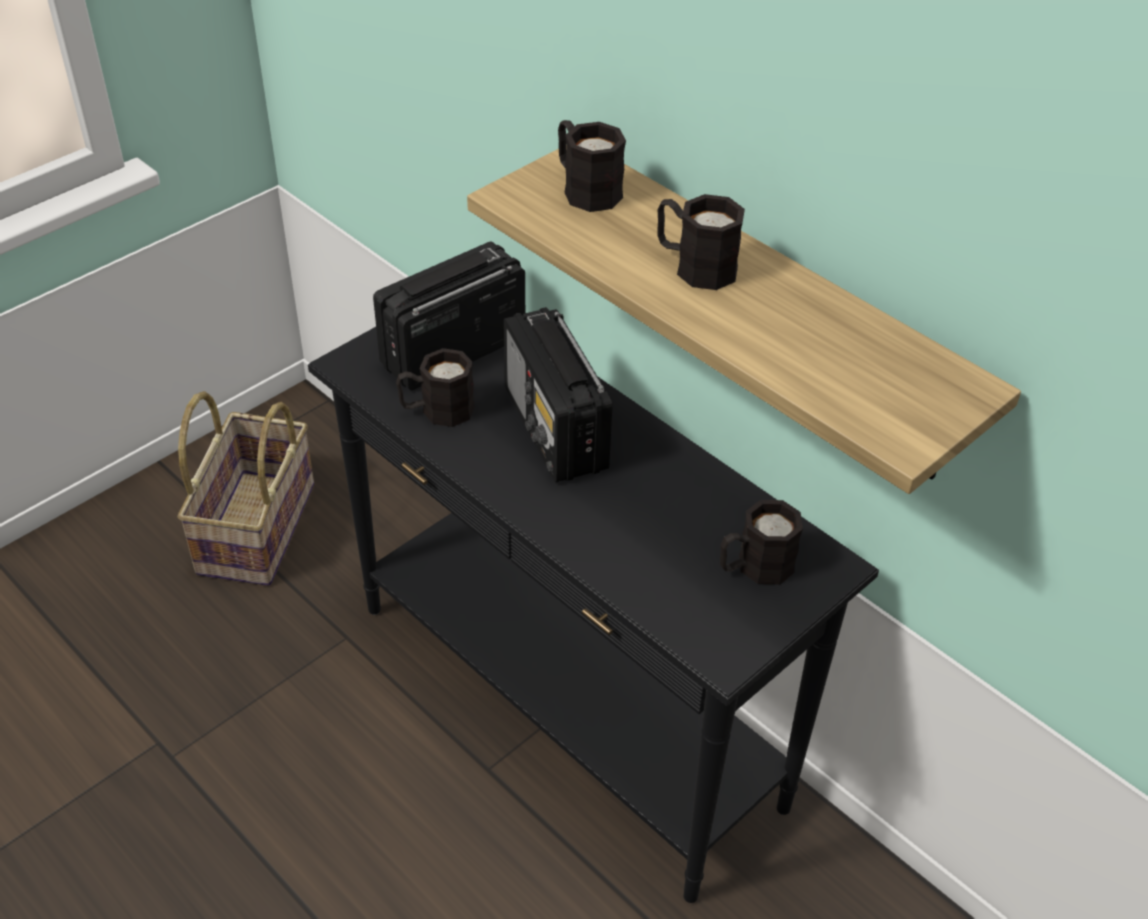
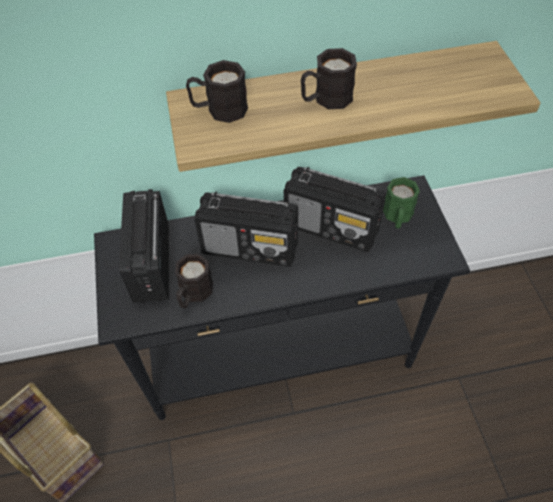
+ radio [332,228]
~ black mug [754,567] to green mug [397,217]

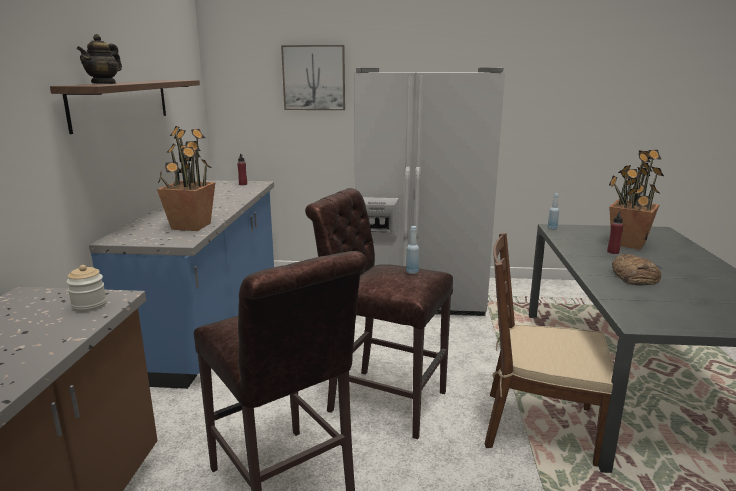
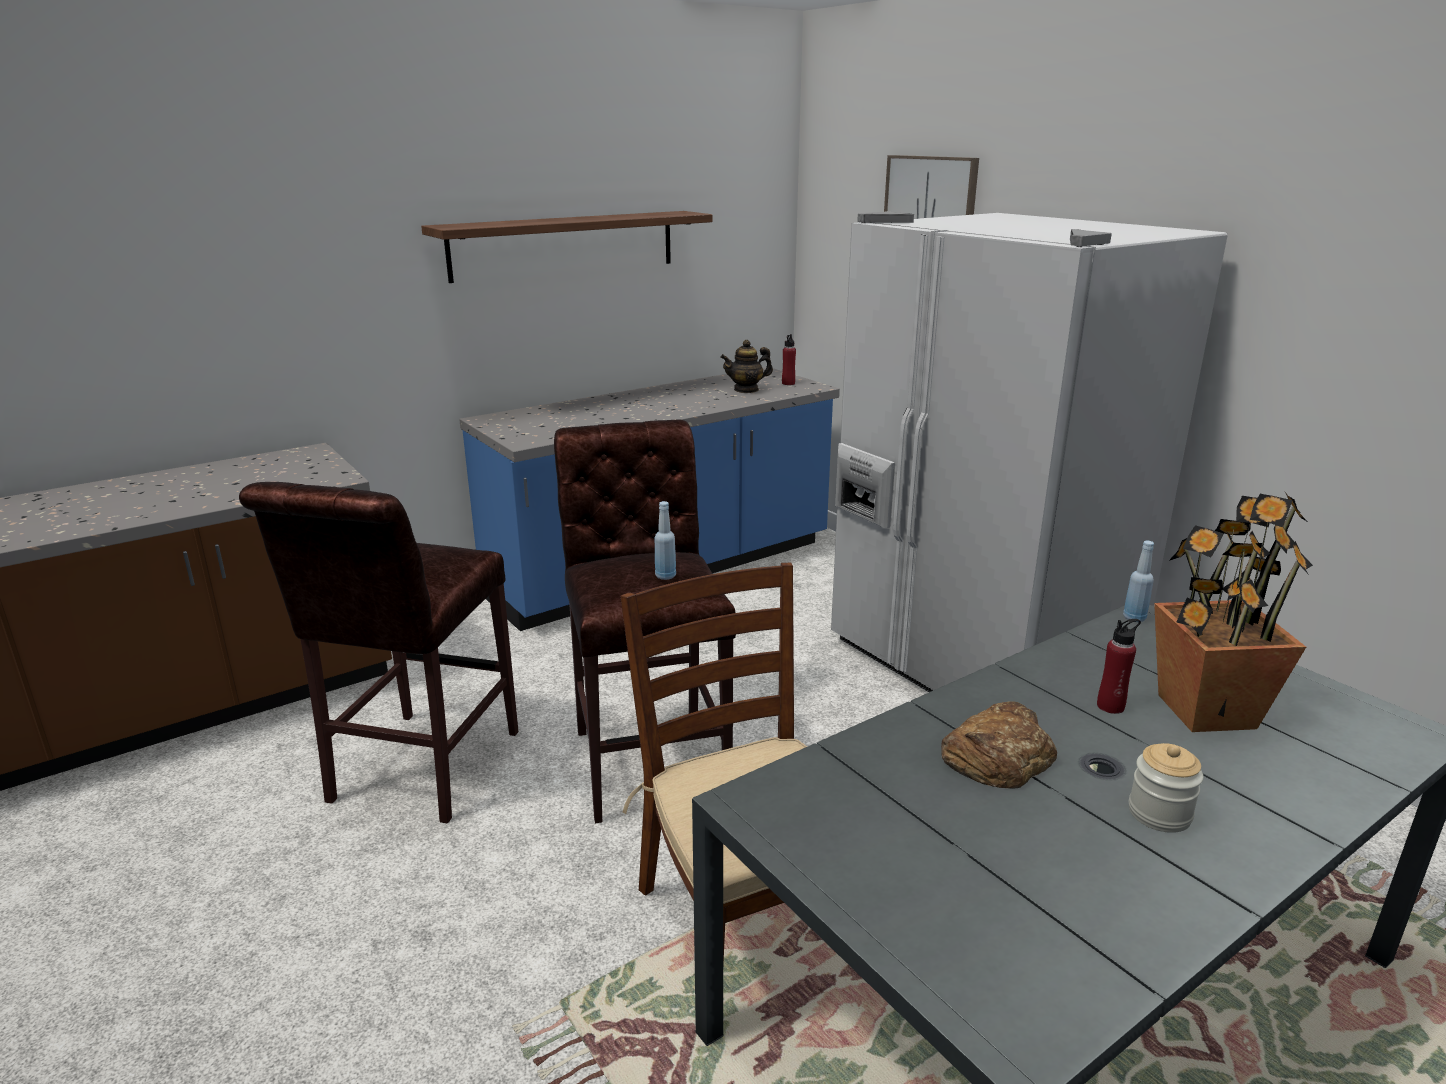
~ teapot [104,83] to [746,390]
~ jar [89,306] to [1159,814]
- potted plant [191,226]

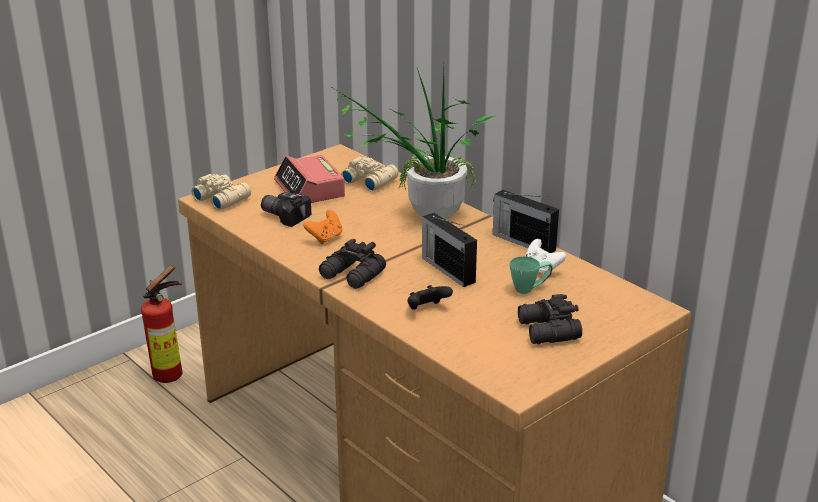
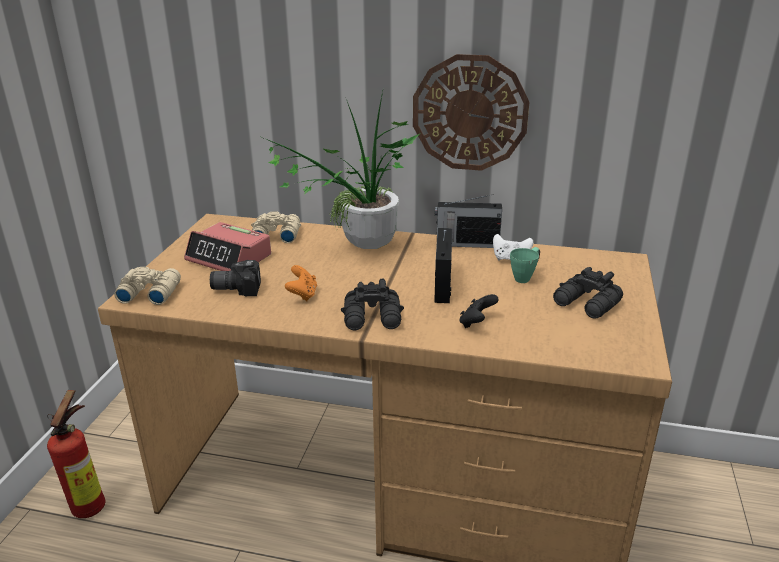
+ wall clock [469,113]
~ radio [447,269] = [443,284] 75 degrees clockwise

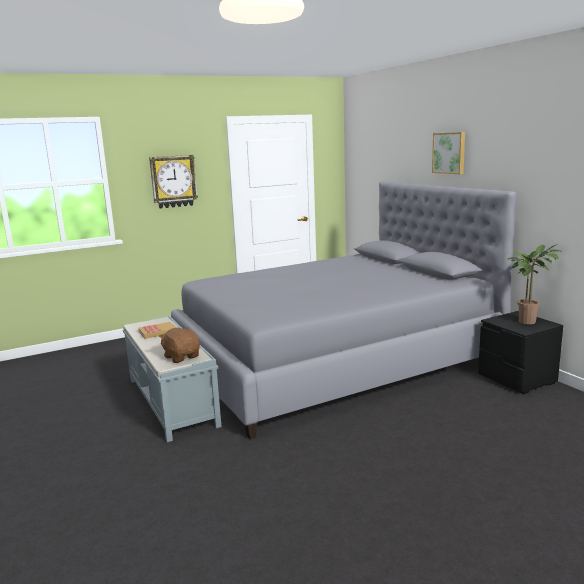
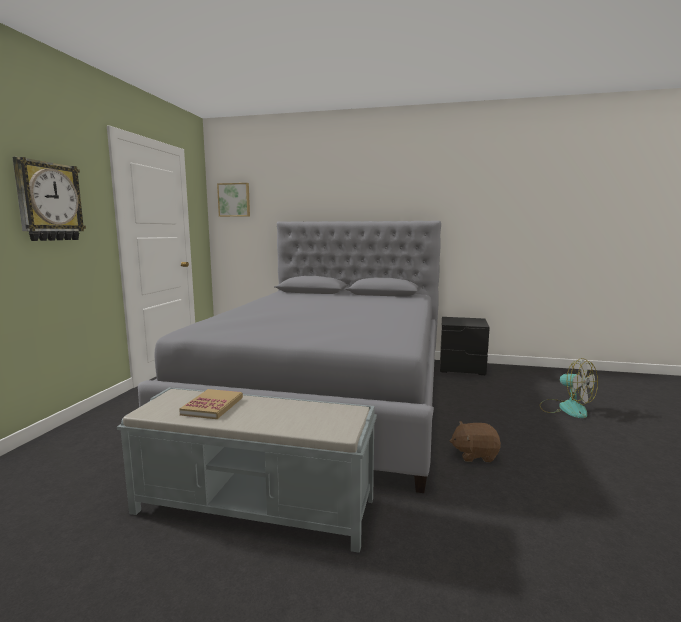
~ picture [449,153] to [234,200]
~ brown plush toy [182,357] to [474,454]
+ fan [565,408]
- potted plant [528,320]

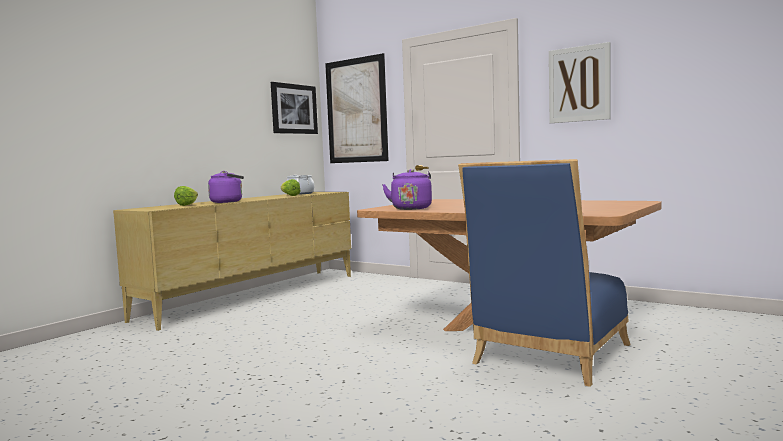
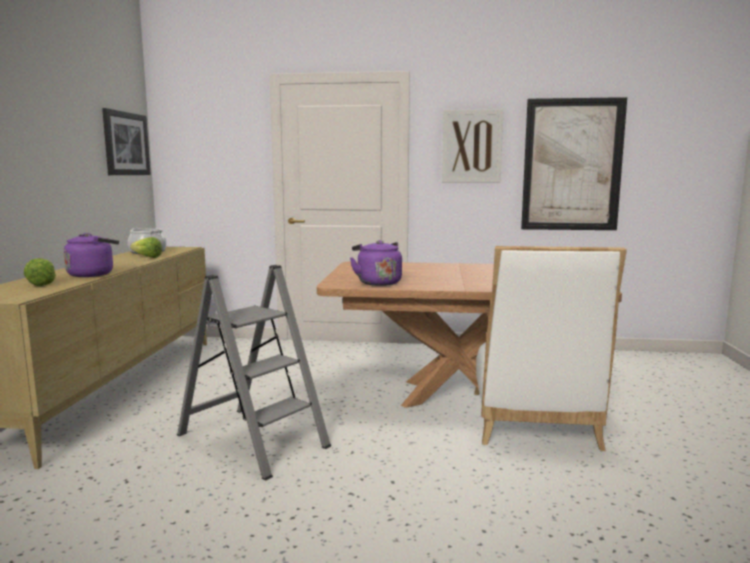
+ grey step ladder [251,439]
~ blue chair [548,357] to white chair [533,423]
~ picture [356,110] to [572,165]

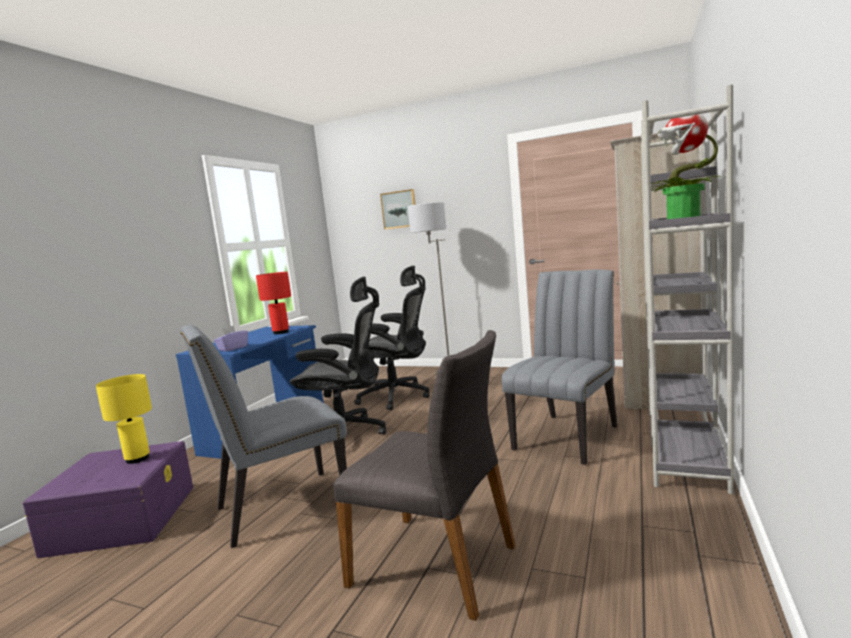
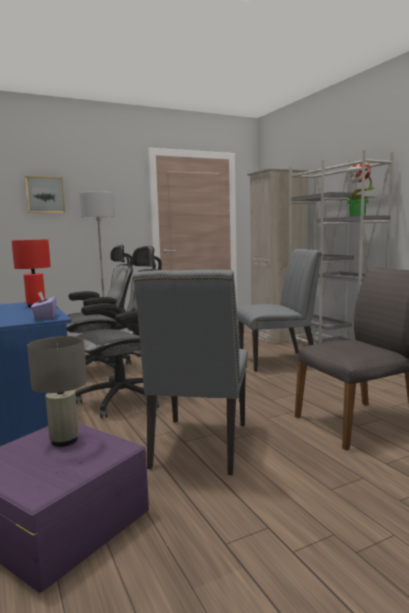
~ yellow table lamp [138,459] to grey table lamp [65,440]
~ grey chair [566,438] = [277,361] 90 degrees clockwise

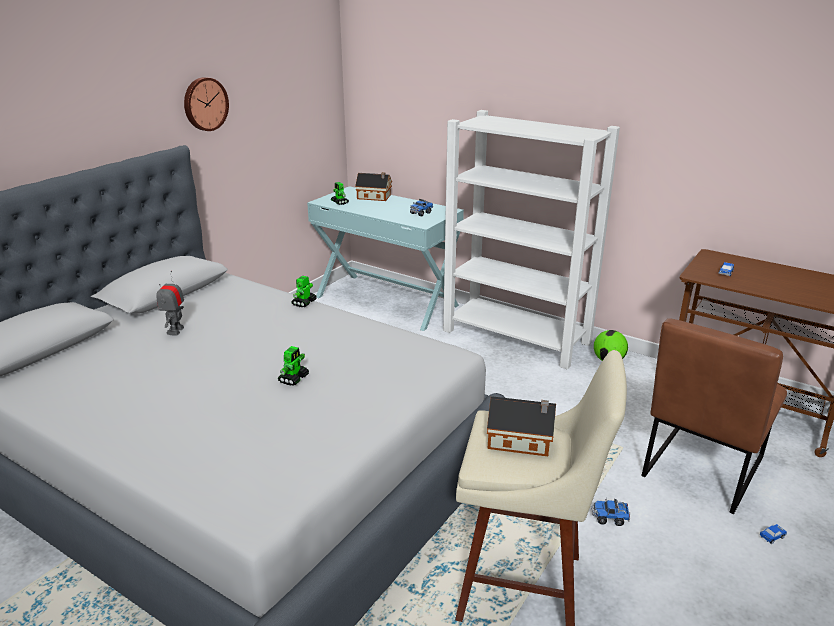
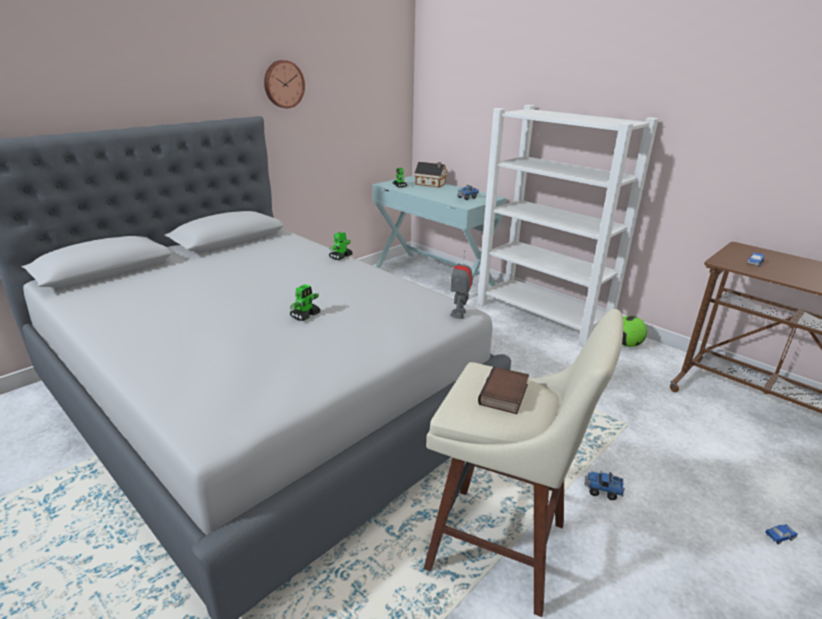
~ toy robot [175,331] to [459,314]
~ toy house [522,441] to book [505,395]
- brown chair [701,468]

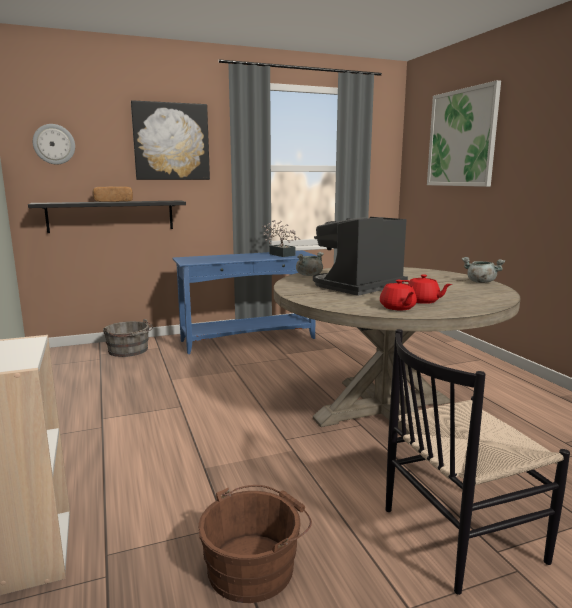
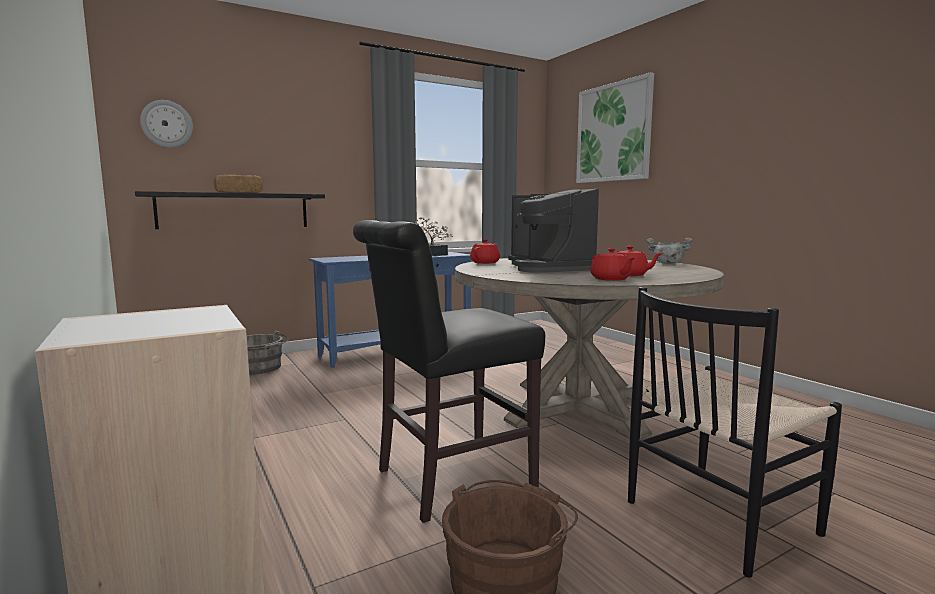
+ black chair [447,480]
~ grey cooking pot [309,275] to red teapot [485,262]
~ coffee machine [358,286] = [549,268] 60 degrees counterclockwise
- picture [171,142]

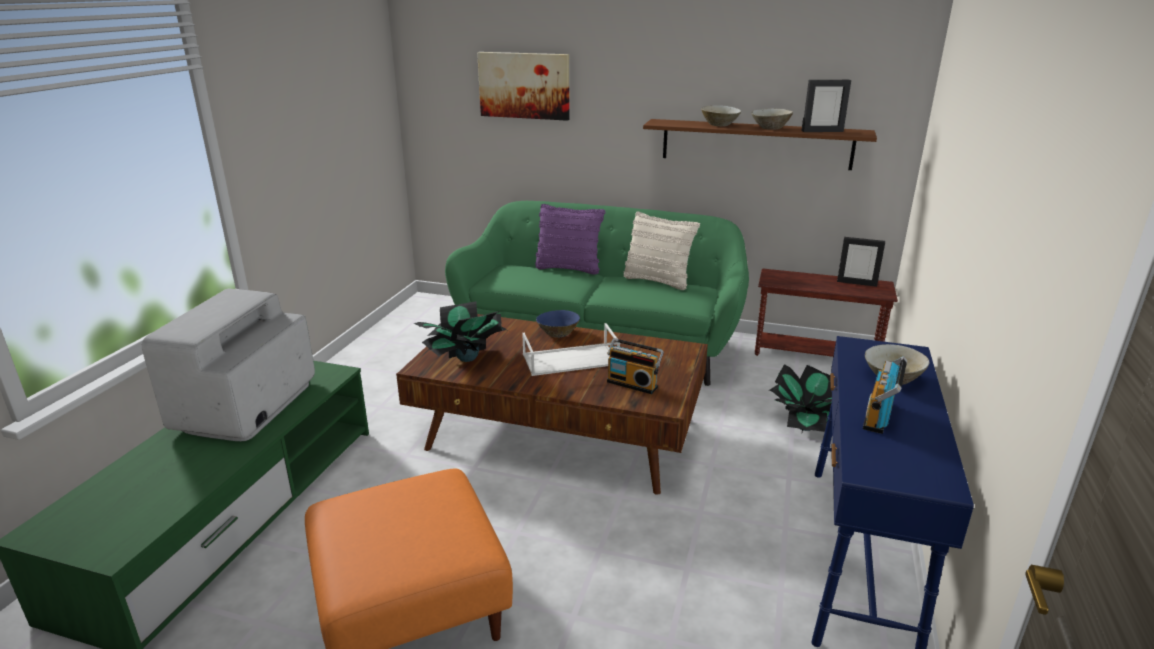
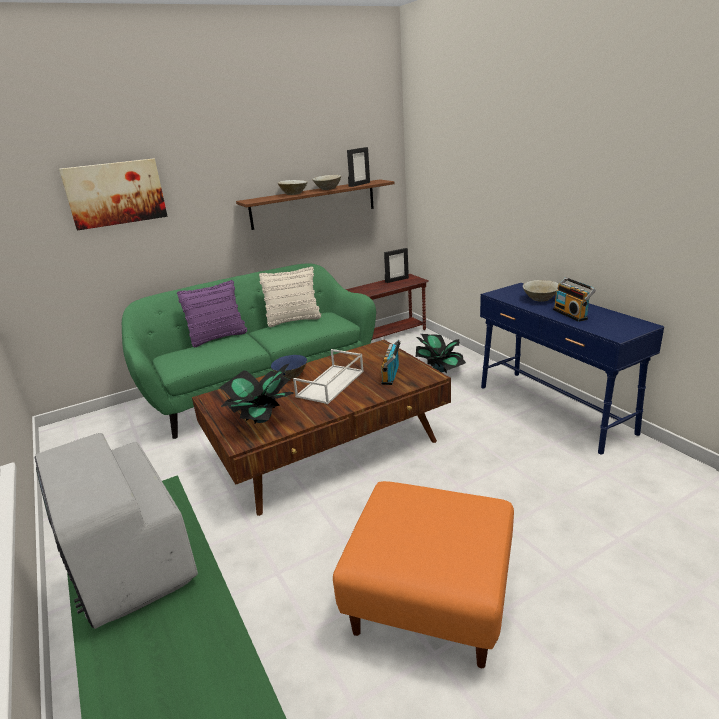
~ radio [633,384] = [391,376] 120 degrees clockwise

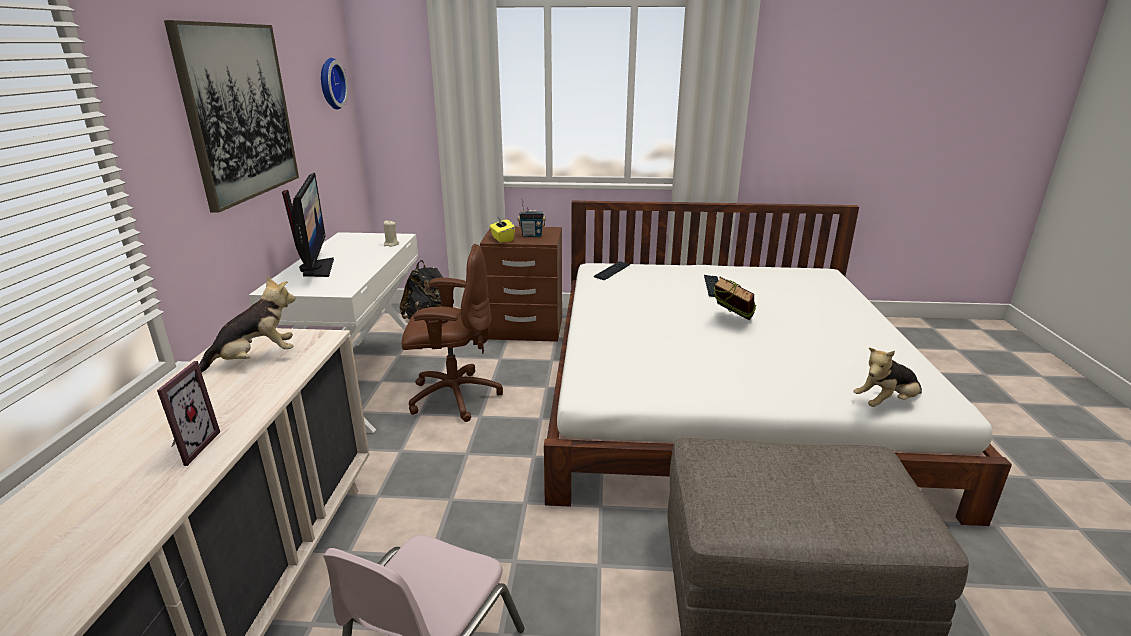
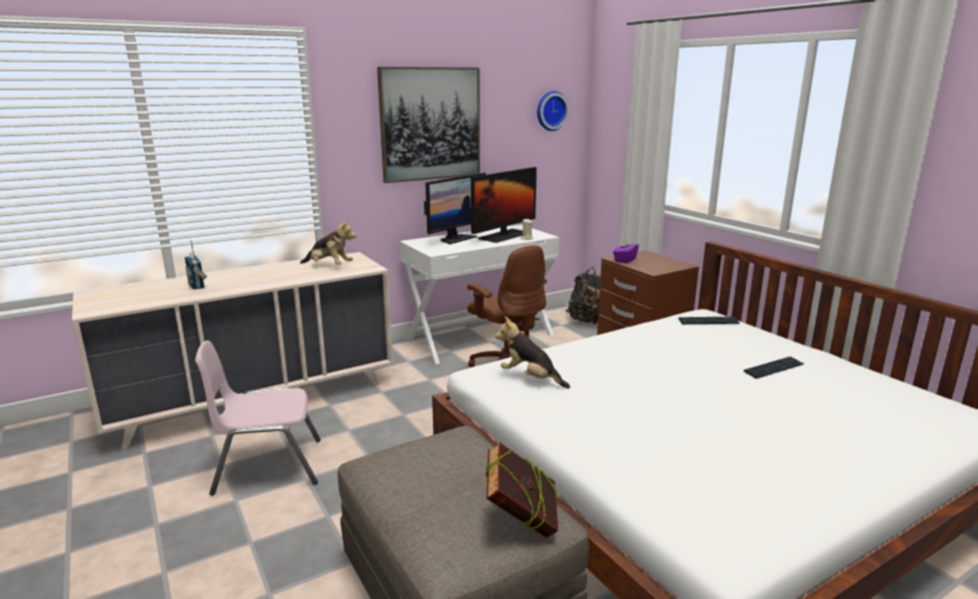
~ radio [532,235] to [197,286]
+ monitor [504,236]
~ book [732,322] to [521,523]
~ plush toy [886,403] to [530,378]
~ yellow tissue box [502,239] to purple tissue box [625,260]
- picture frame [188,447]

